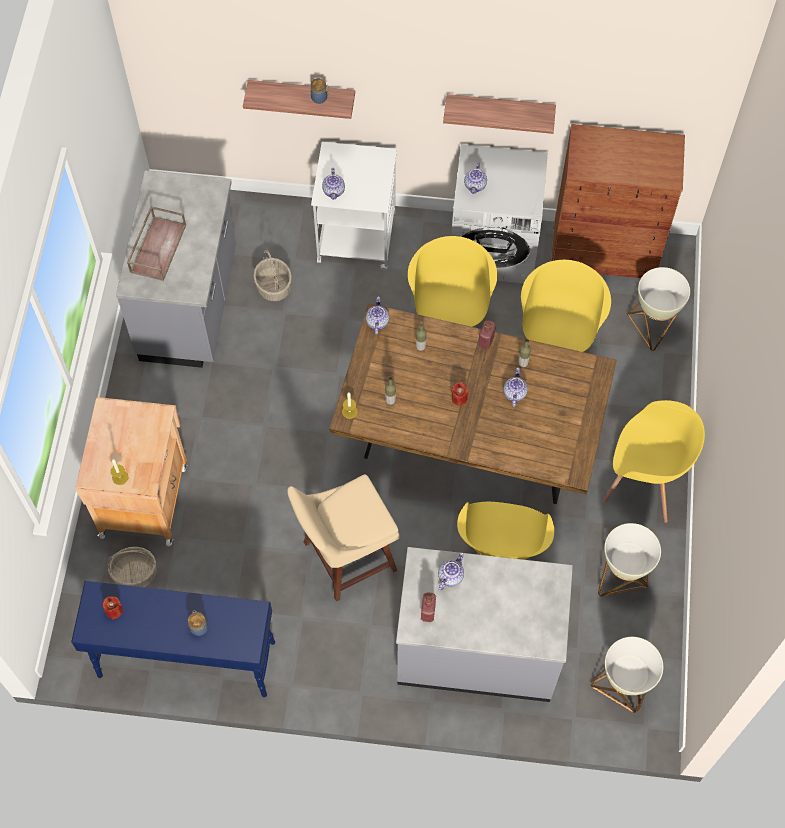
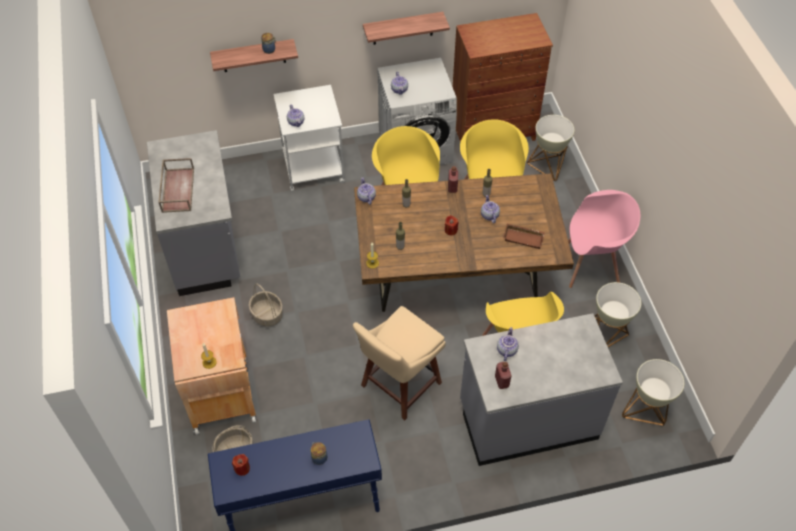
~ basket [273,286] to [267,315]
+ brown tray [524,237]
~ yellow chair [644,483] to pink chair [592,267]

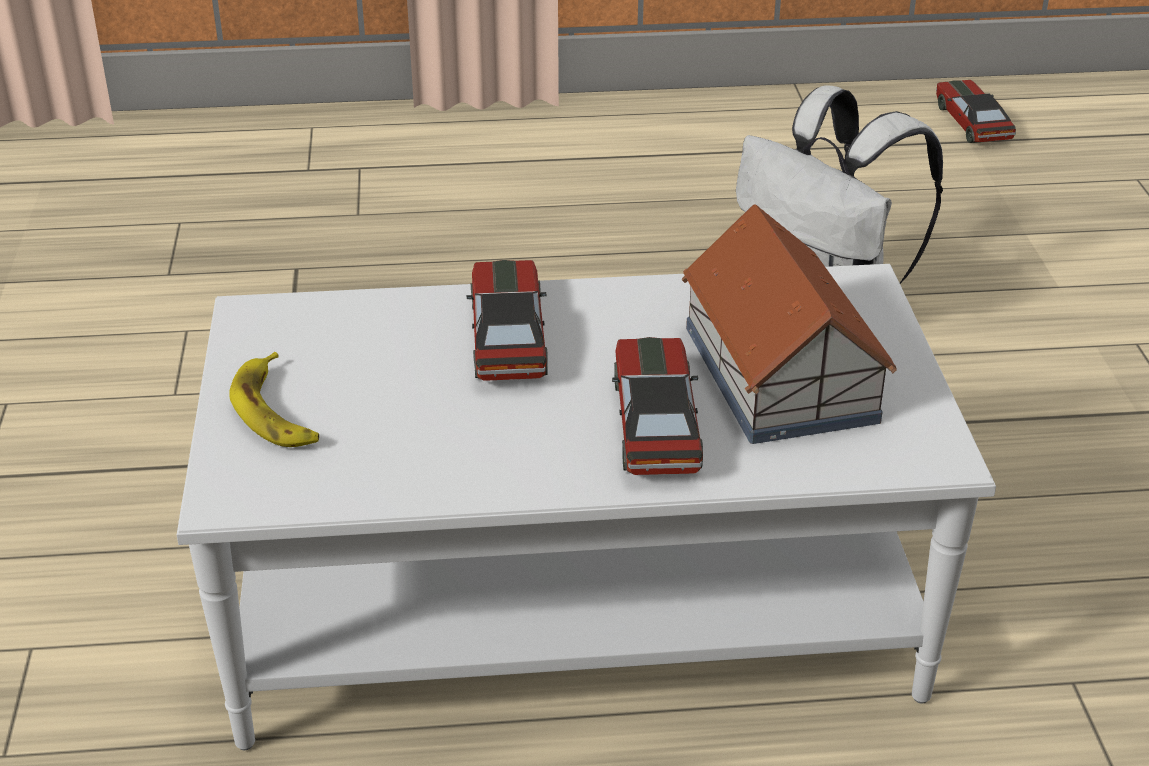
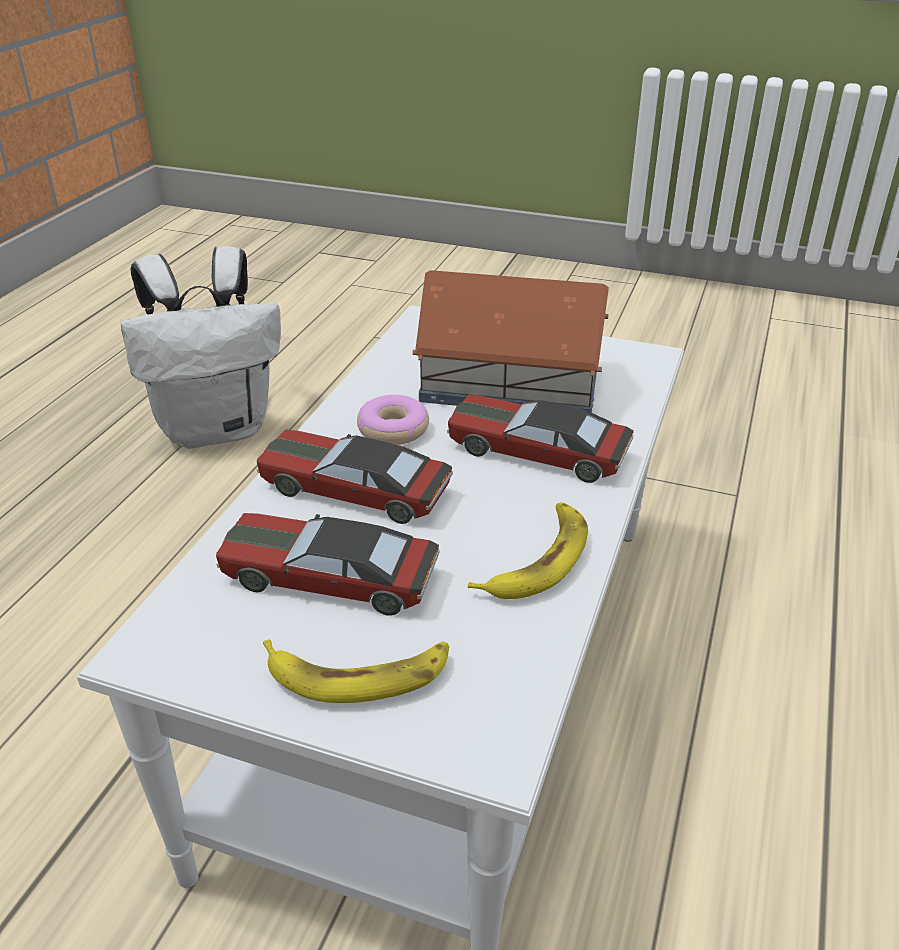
~ toy car [972,122] to [329,576]
+ donut [393,429]
+ banana [537,560]

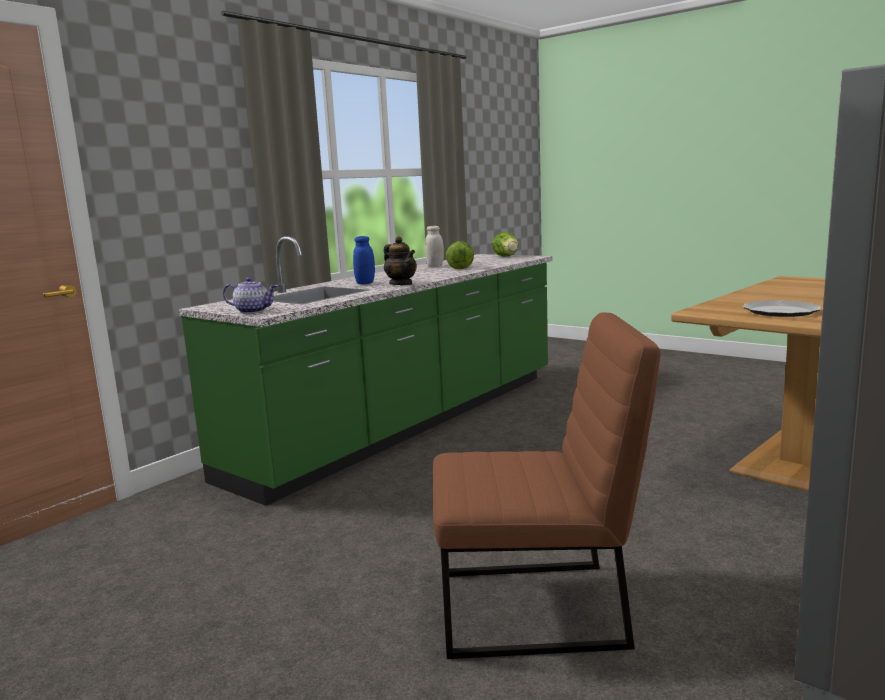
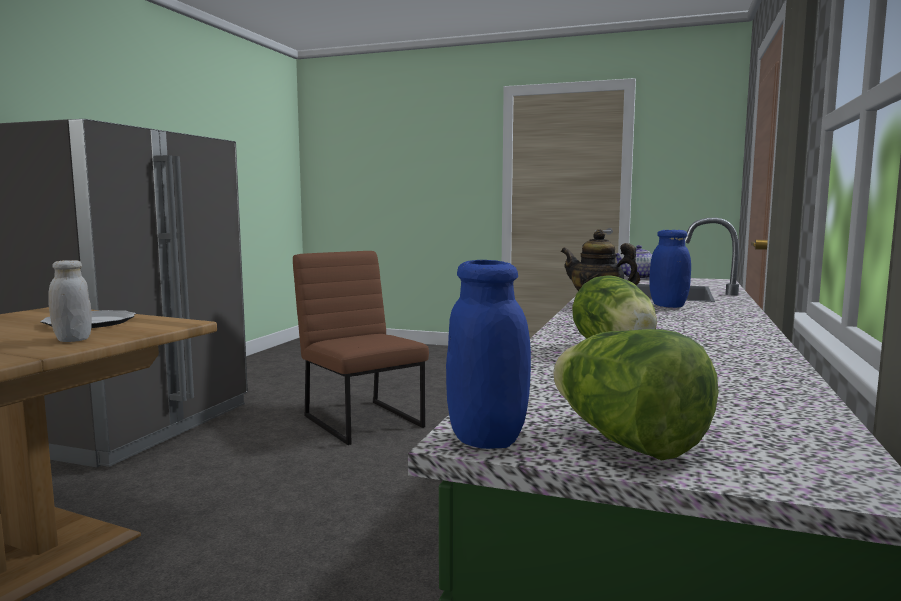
~ white jar [435,266] to [73,339]
~ brown chair [537,608] = [362,420] 75 degrees clockwise
+ blue jar [486,438]

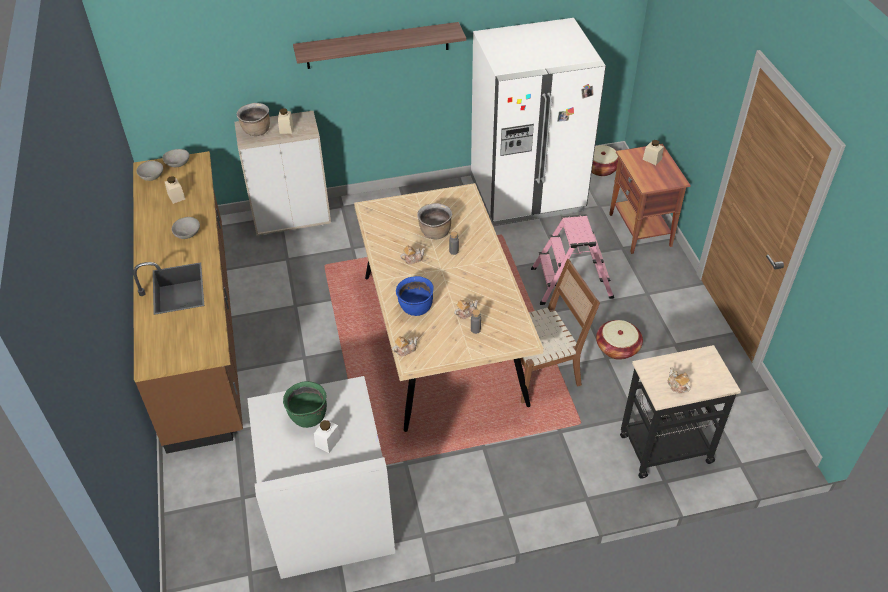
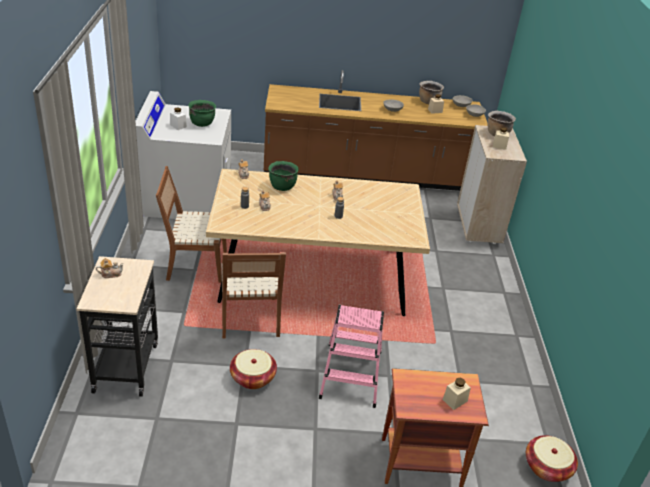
+ chair [193,265]
~ blue cooking pot [415,308] to green cooking pot [282,186]
~ brown cooking pot [435,233] to [428,101]
- shelf [377,45]
- white fridge [527,194]

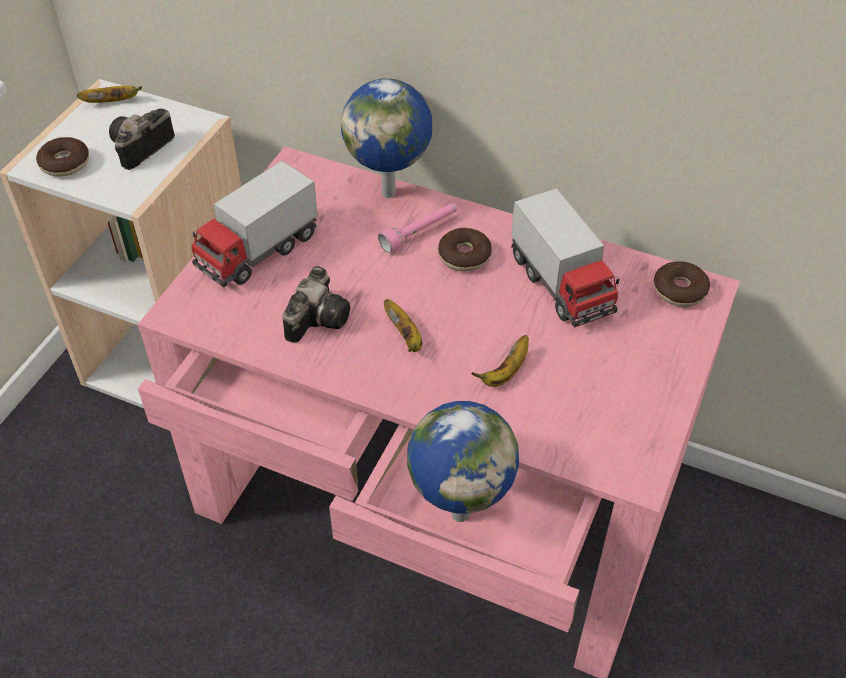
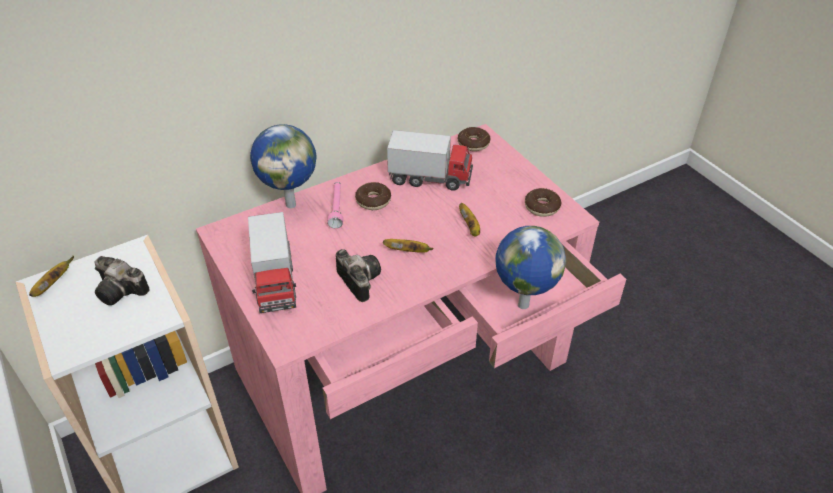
~ photo camera [139,150] = [122,291] 45 degrees counterclockwise
~ donut [65,164] to [542,207]

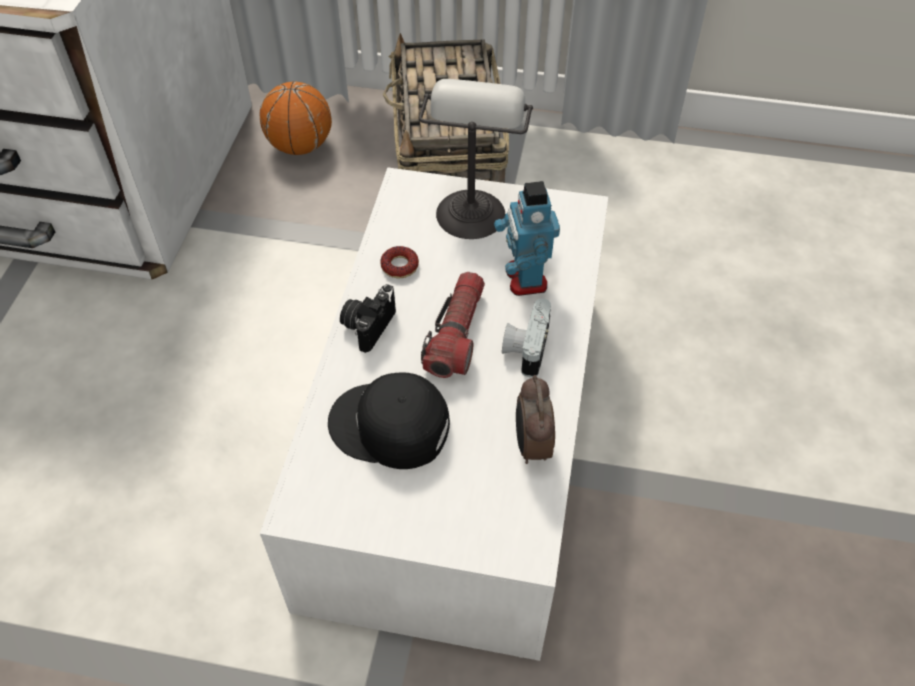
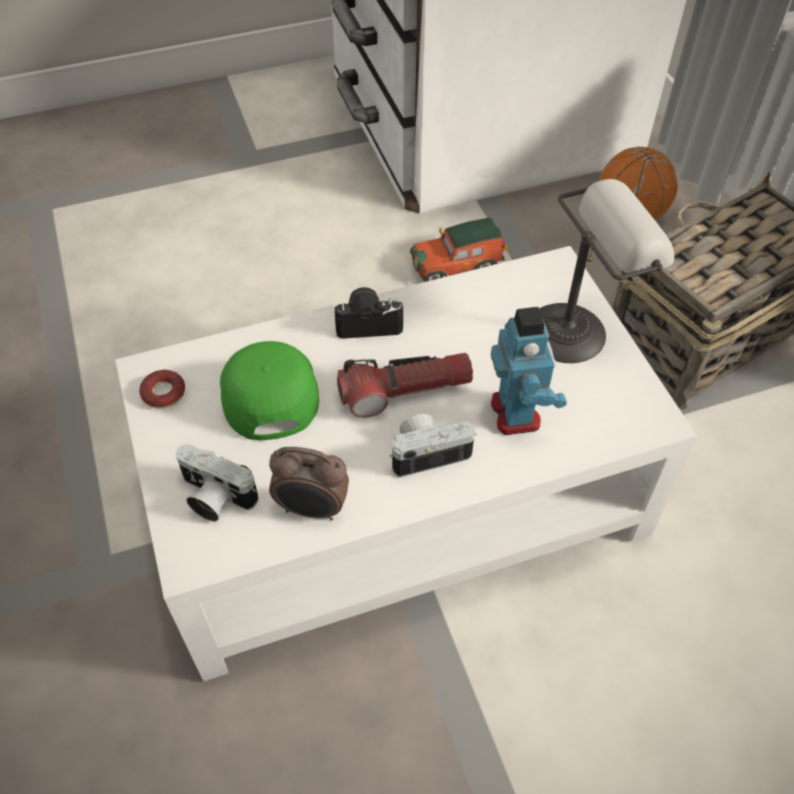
~ donut [399,266] to [163,393]
+ photo camera [214,497]
~ black cap [390,427] to green cap [267,392]
~ alarm clock [531,445] = [312,509] 135 degrees counterclockwise
+ toy car [458,264]
~ toy robot [525,278] = [516,413] 120 degrees clockwise

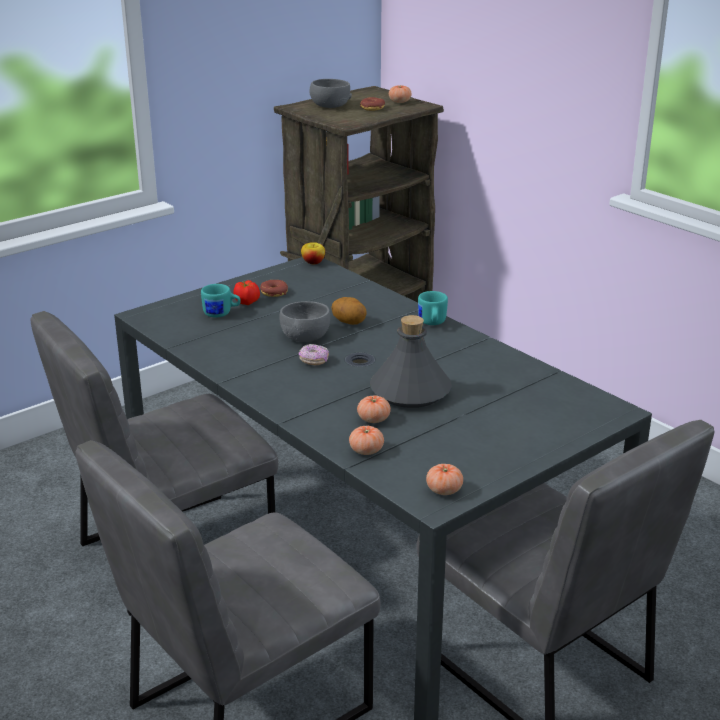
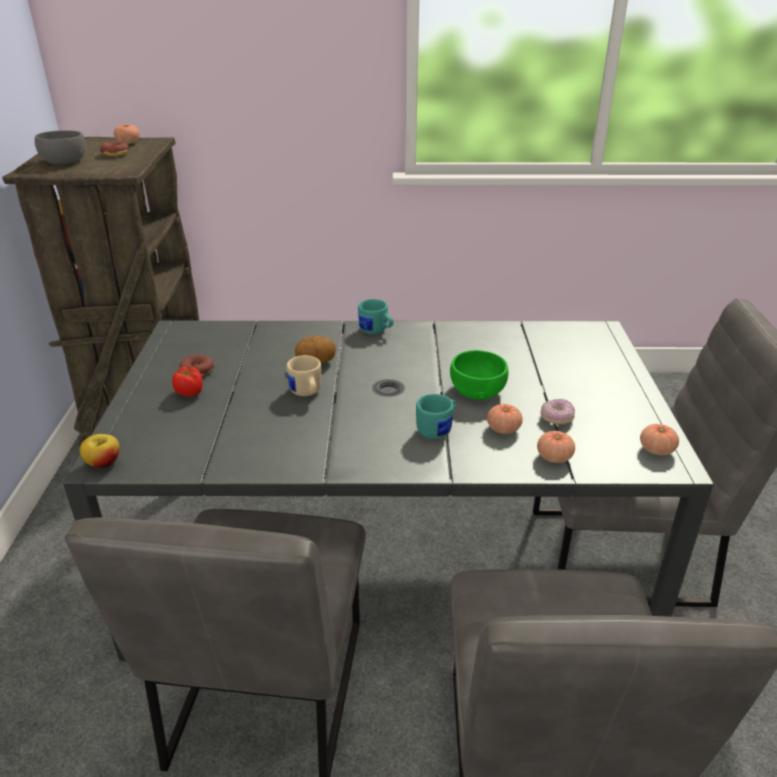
~ apple [313,262] to [103,463]
~ grey bowl [305,336] to beige mug [306,393]
~ turquoise mug [221,314] to [438,429]
~ grey bottle [410,391] to green bowl [476,390]
~ donut [314,361] to [556,418]

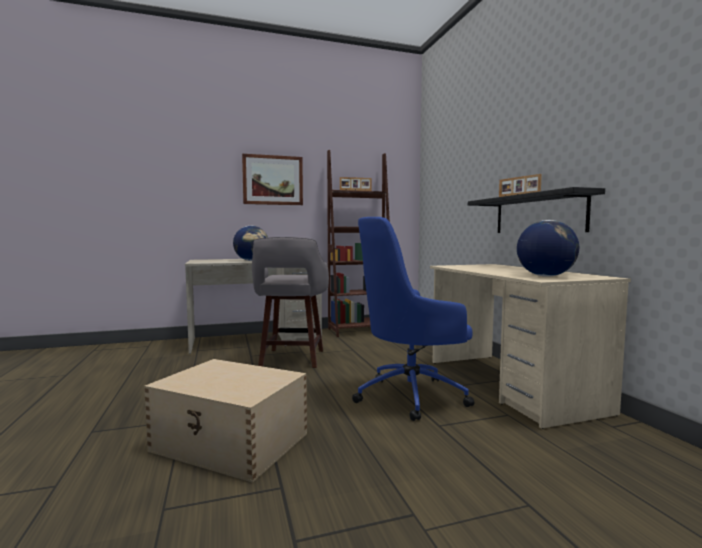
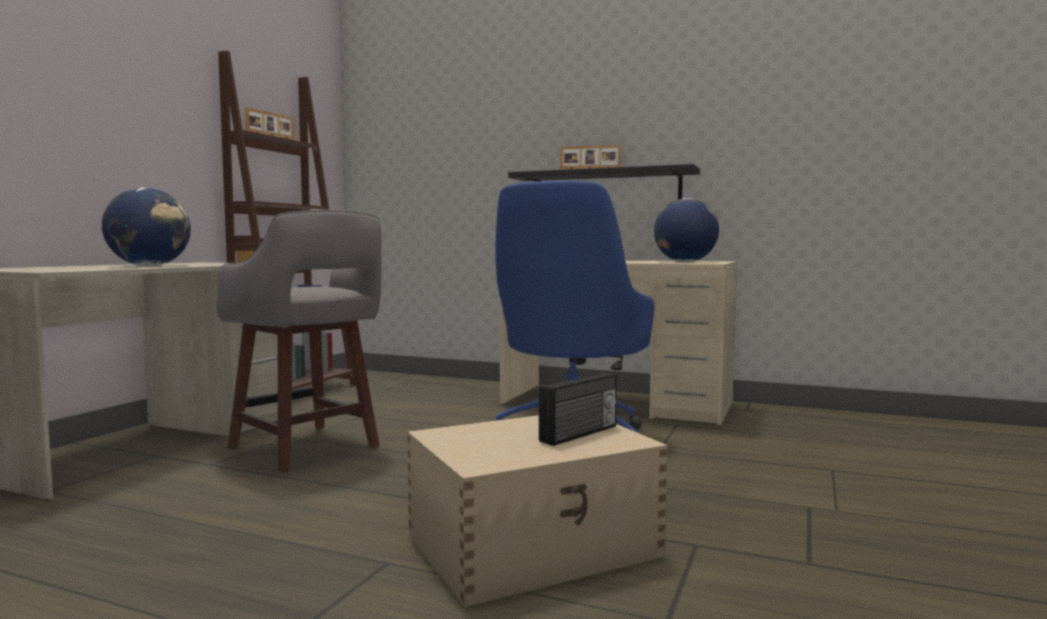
+ radio [580,434]
- picture [273,180]

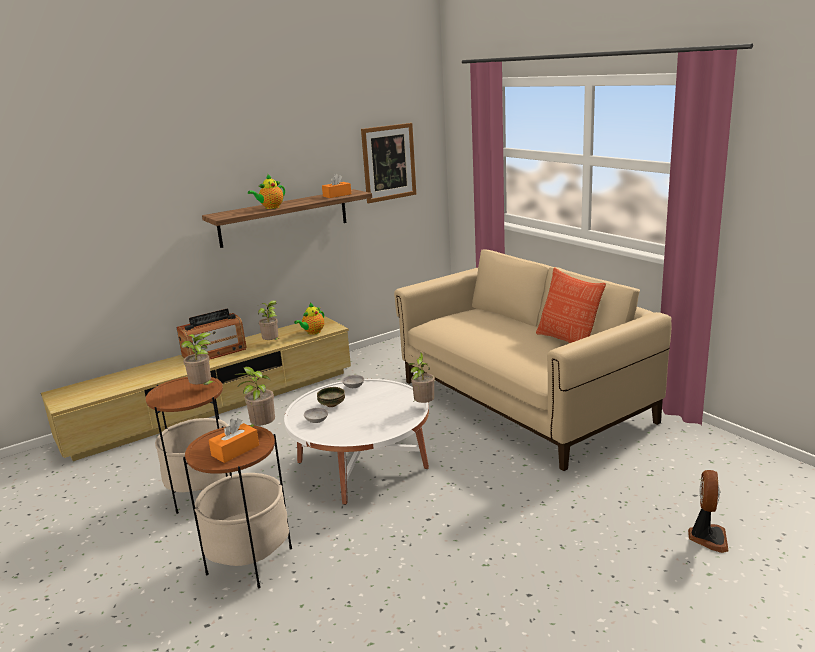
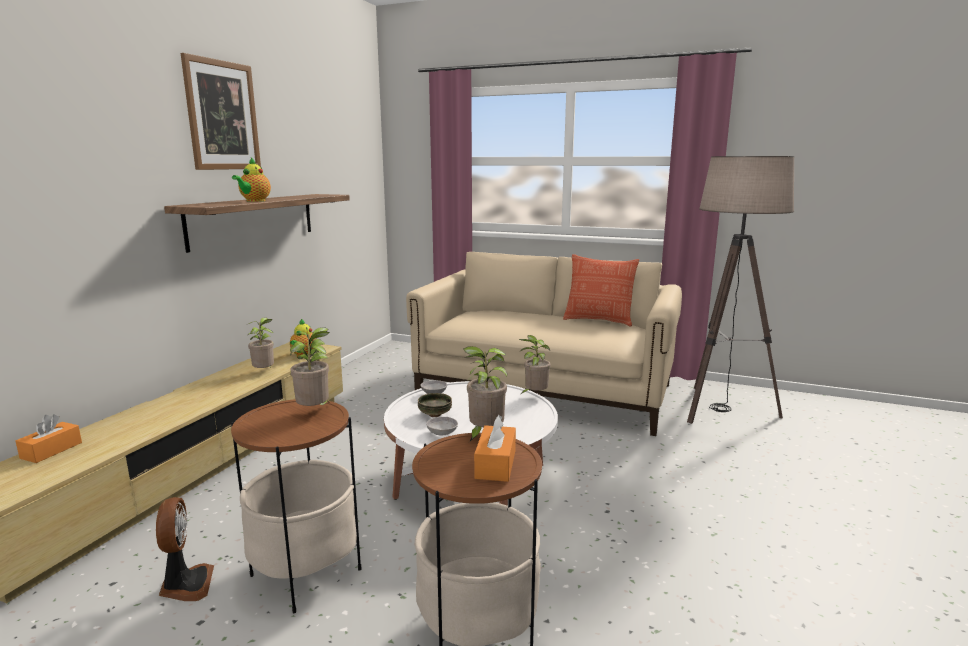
~ orange tissue box [337,195] to [51,450]
~ fan [707,537] to [186,585]
~ picture [388,162] to [222,116]
+ floor lamp [721,408]
- radio [214,352]

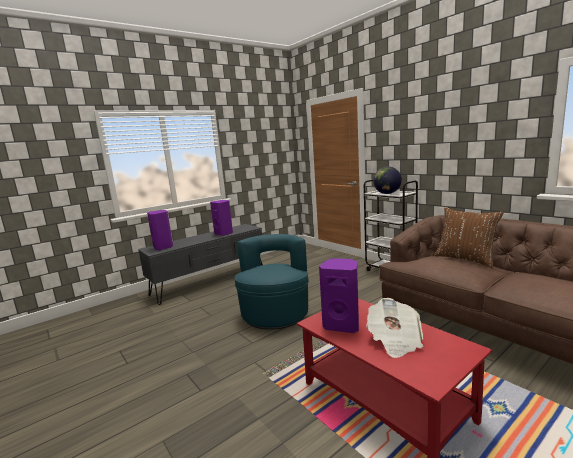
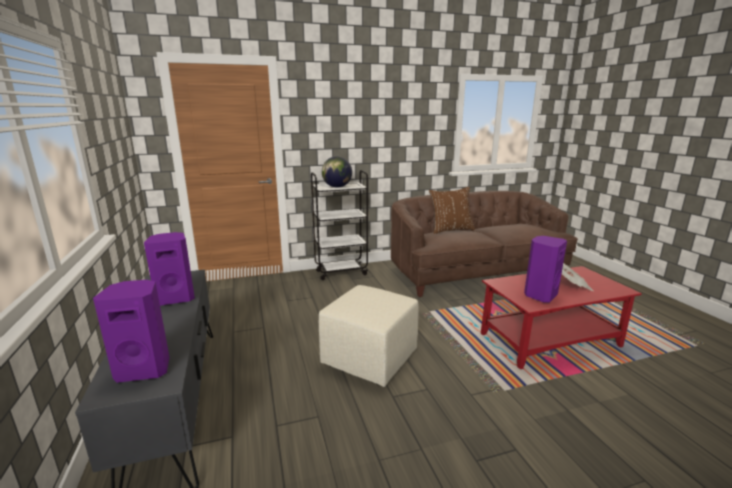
~ turquoise armchair [275,314] to beige ottoman [370,358]

